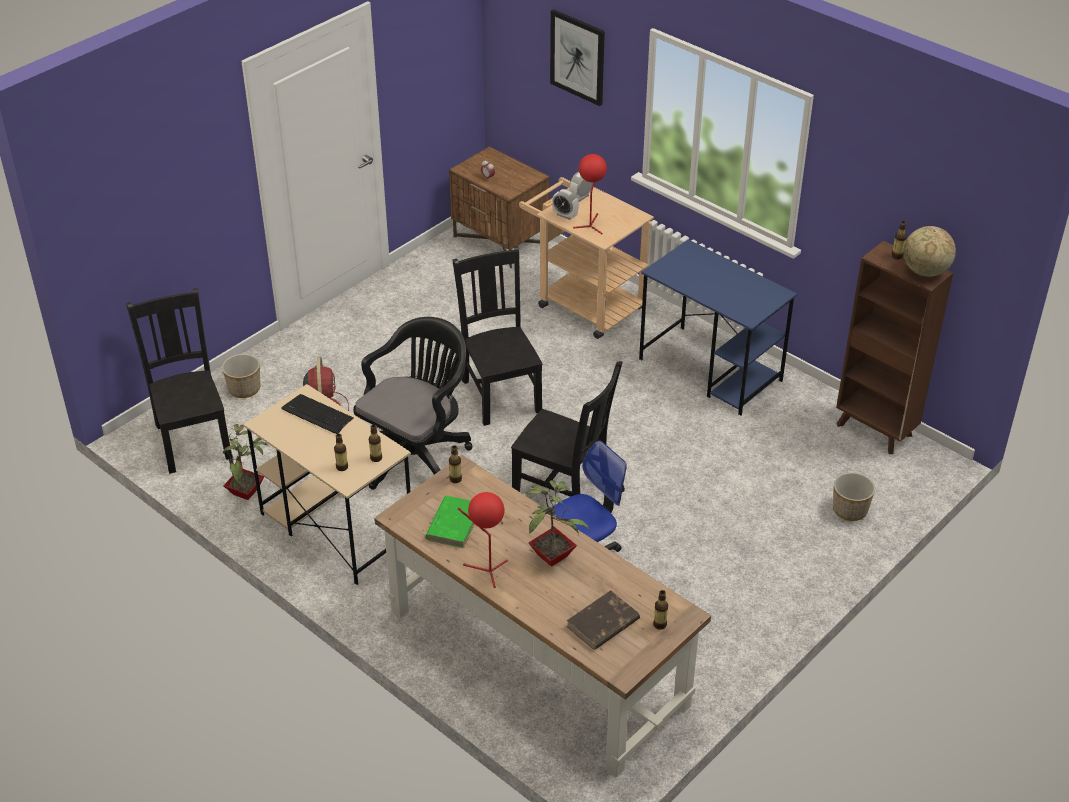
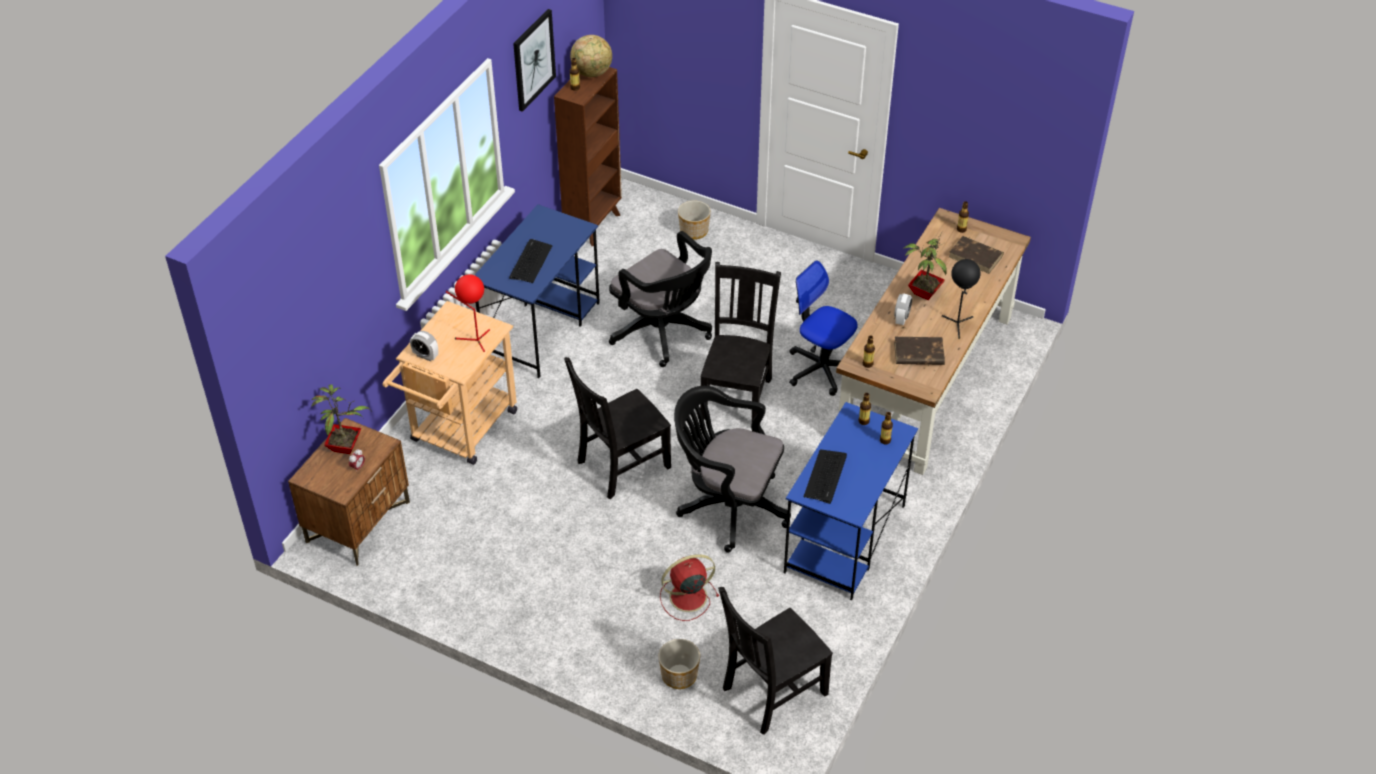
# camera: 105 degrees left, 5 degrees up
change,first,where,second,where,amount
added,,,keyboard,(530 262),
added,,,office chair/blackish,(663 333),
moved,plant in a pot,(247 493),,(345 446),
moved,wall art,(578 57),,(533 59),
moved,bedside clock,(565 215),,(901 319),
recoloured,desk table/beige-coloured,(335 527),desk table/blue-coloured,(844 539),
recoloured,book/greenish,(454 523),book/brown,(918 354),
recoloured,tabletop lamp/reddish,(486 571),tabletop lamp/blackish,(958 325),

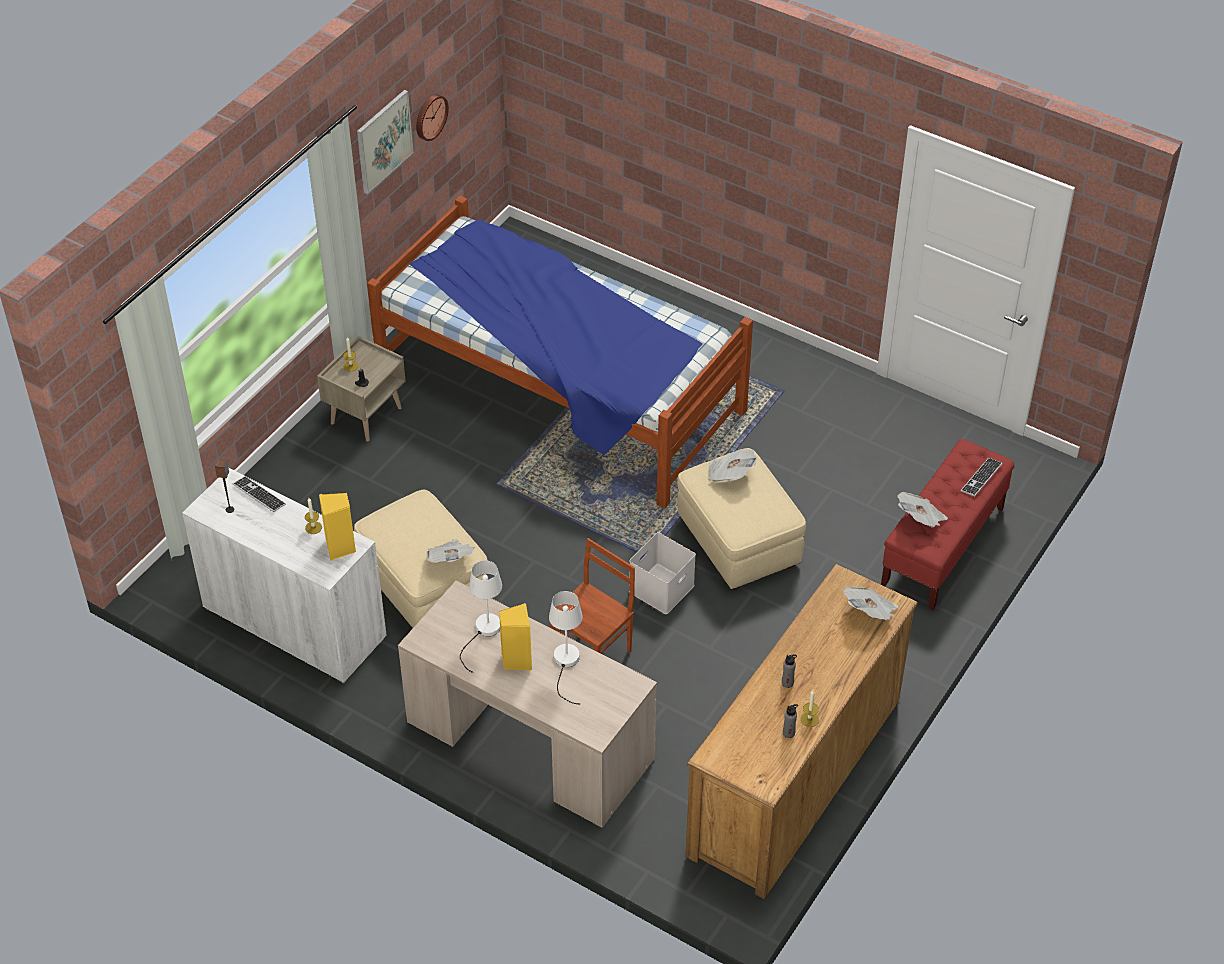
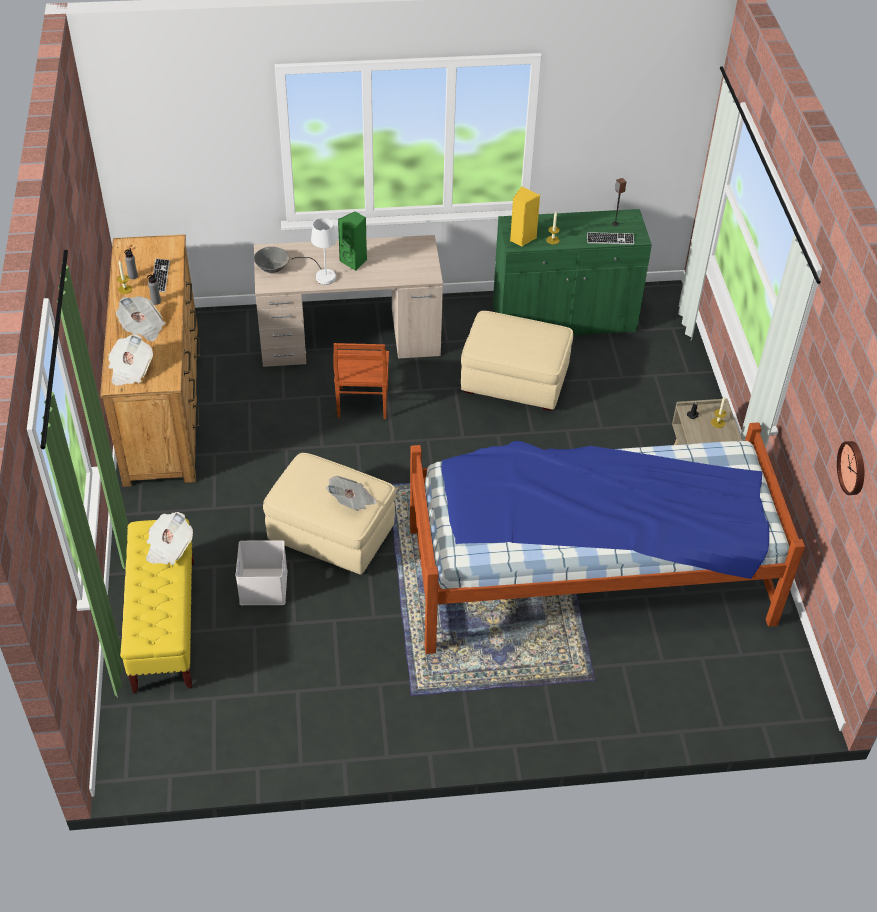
# camera: 140 degrees right, 0 degrees up
change,first,where,second,where,amount
removed,wall art,(384 141),,,
removed,tabletop lamp/white-coloured,(484 632),,,
added,,,bowl/greyish,(271 267),
moved,daily paper,(450 560),,(142 328),
moved,storage bin/white-coloured,(661 587),,(264 587),
moved,keyboard,(981 478),,(160 276),
recoloured,cupboard/white-coloured,(294 622),cupboard/greenish,(564 319),
recoloured,audio speaker/yellow,(516 660),audio speaker/greenish,(354 261),
recoloured,bench/reddish,(942 548),bench/yellow,(164 625),

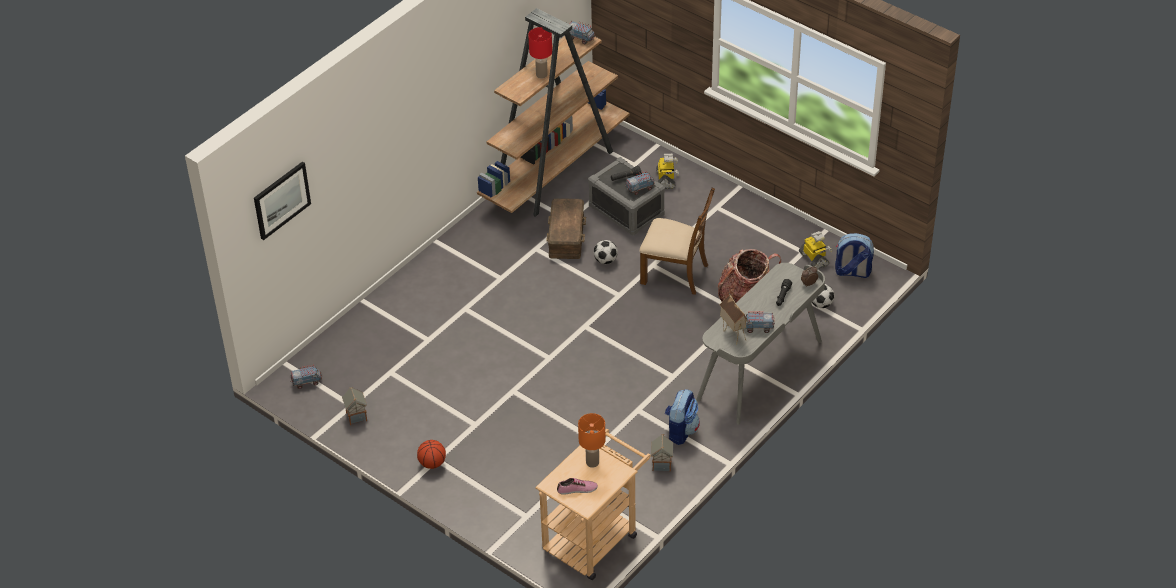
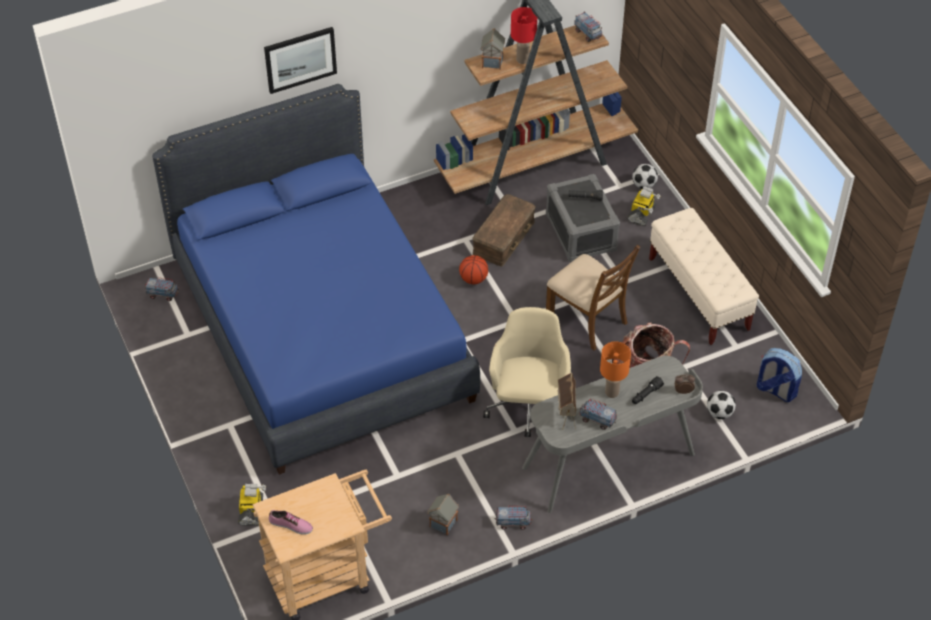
# camera: 25 degrees right, 5 degrees up
change,first,where,second,where,amount
removed,rucksack,(681 430),,,
added,,,bed/blue-coloured,(322 330),
added,,,office chair/beige-coloured,(528 406),
added,,,bench/beige-coloured,(698 294),
moved,wall art,(281 200),,(300 59),
moved,miniature house,(356 416),,(492 62),
moved,ball for basketball,(432 463),,(473 279),
moved,tabletop lamp/orange,(592 462),,(611 392),
moved,football,(605 260),,(644 185),
moved,toy lorry,(640 188),,(513 522),
moved,toy robot,(814 259),,(252 511),

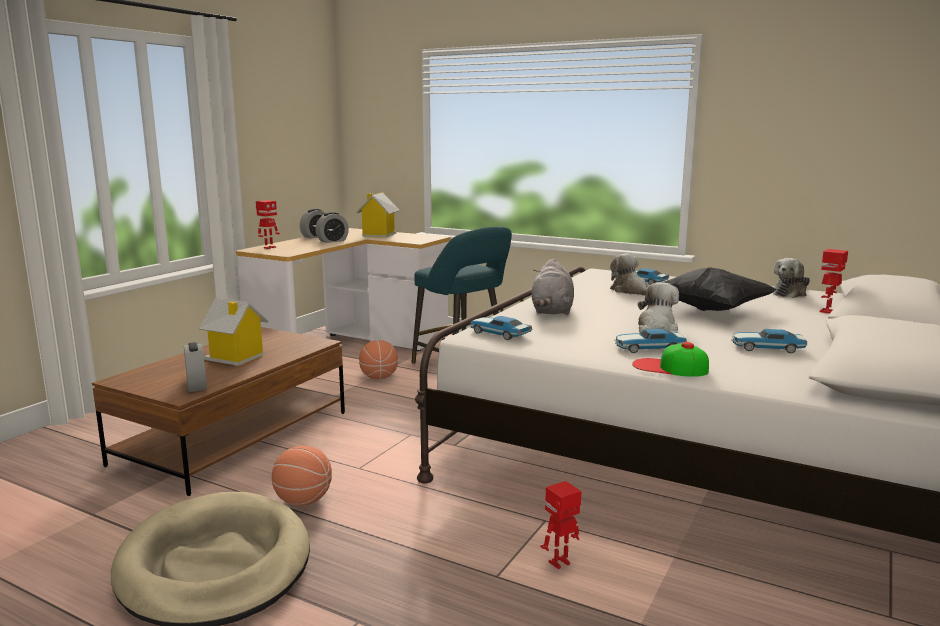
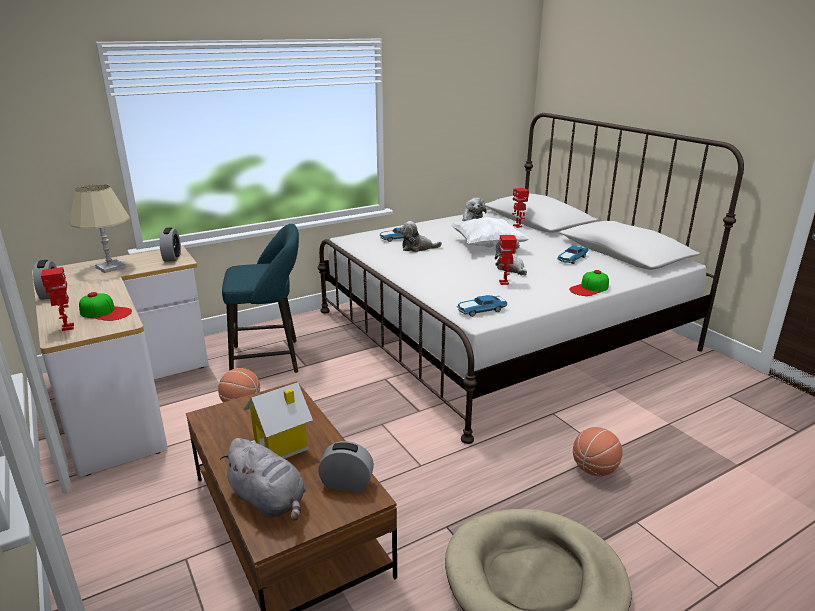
# camera: 60 degrees left, 10 degrees up
change,first,where,second,where,amount
removed,toy car,(648 348),,,
added,,,cap,(105 312),
moved,ball for basketball,(304 501),,(594 469),
moved,bedside clock,(332 241),,(172 258),
moved,plush toy/greyish,(552 311),,(269 500),
moved,toy robot,(560 563),,(504 282),
replaced,miniature house,(378 235),tabletop lamp/beige-coloured,(110 267),
recoloured,pillow/blackish,(710 310),pillow/white-coloured,(487 245),

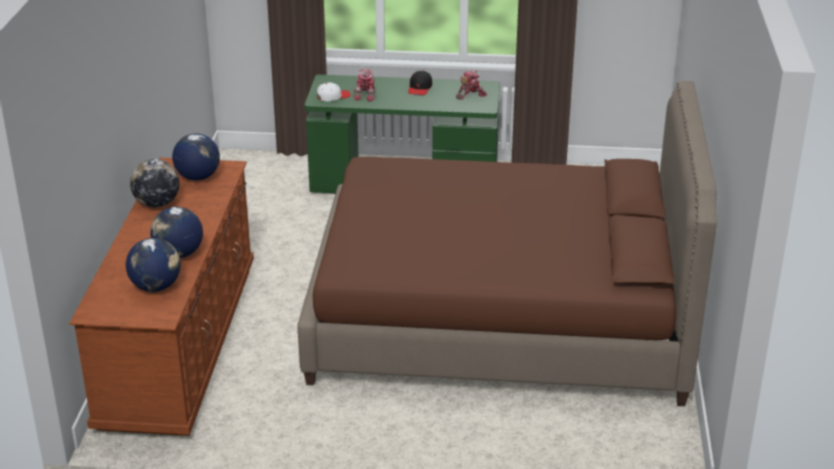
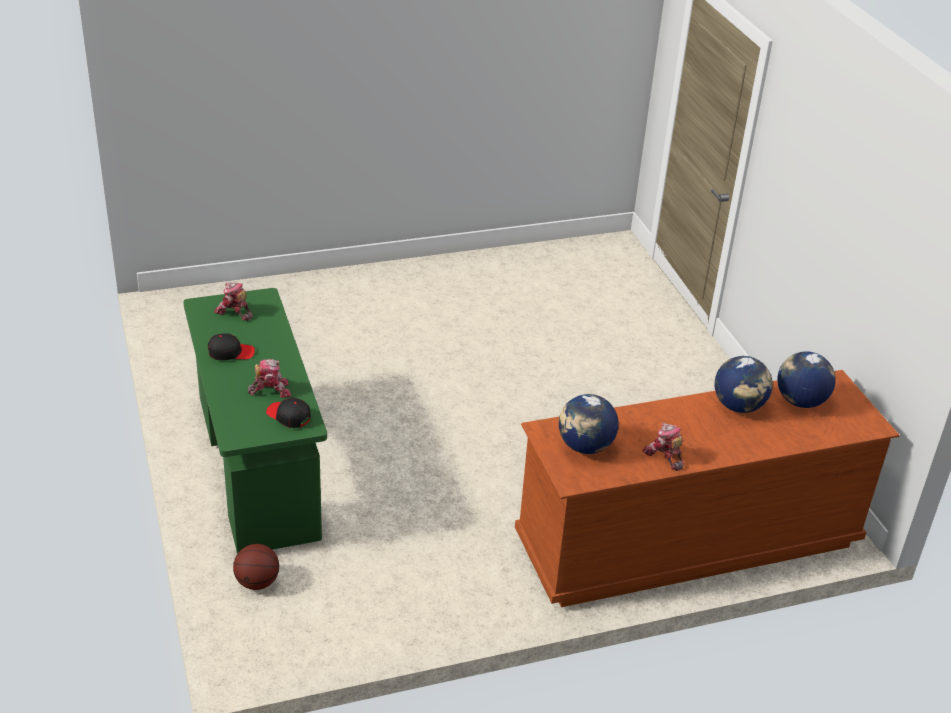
# camera: 115 degrees left, 5 degrees up
change,first,where,second,where,amount
removed,bed/brown,(499 317),,,
added,,,ball for basketball,(257 582),
replaced,desk globe,(157 204),toy robot,(664 457),
recoloured,cap/white-coloured,(333 96),cap/blackish,(288 416),

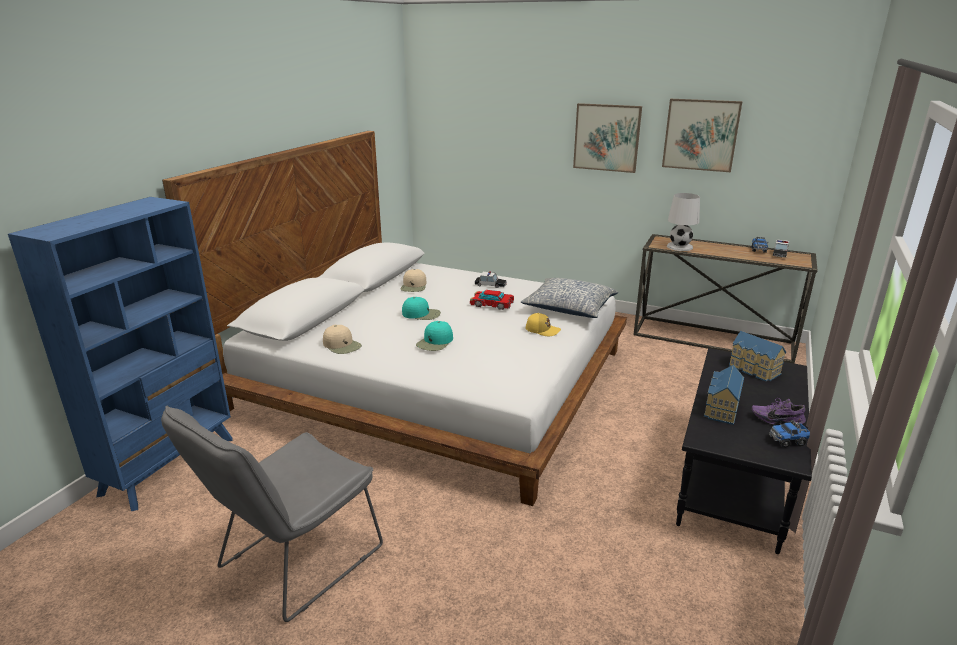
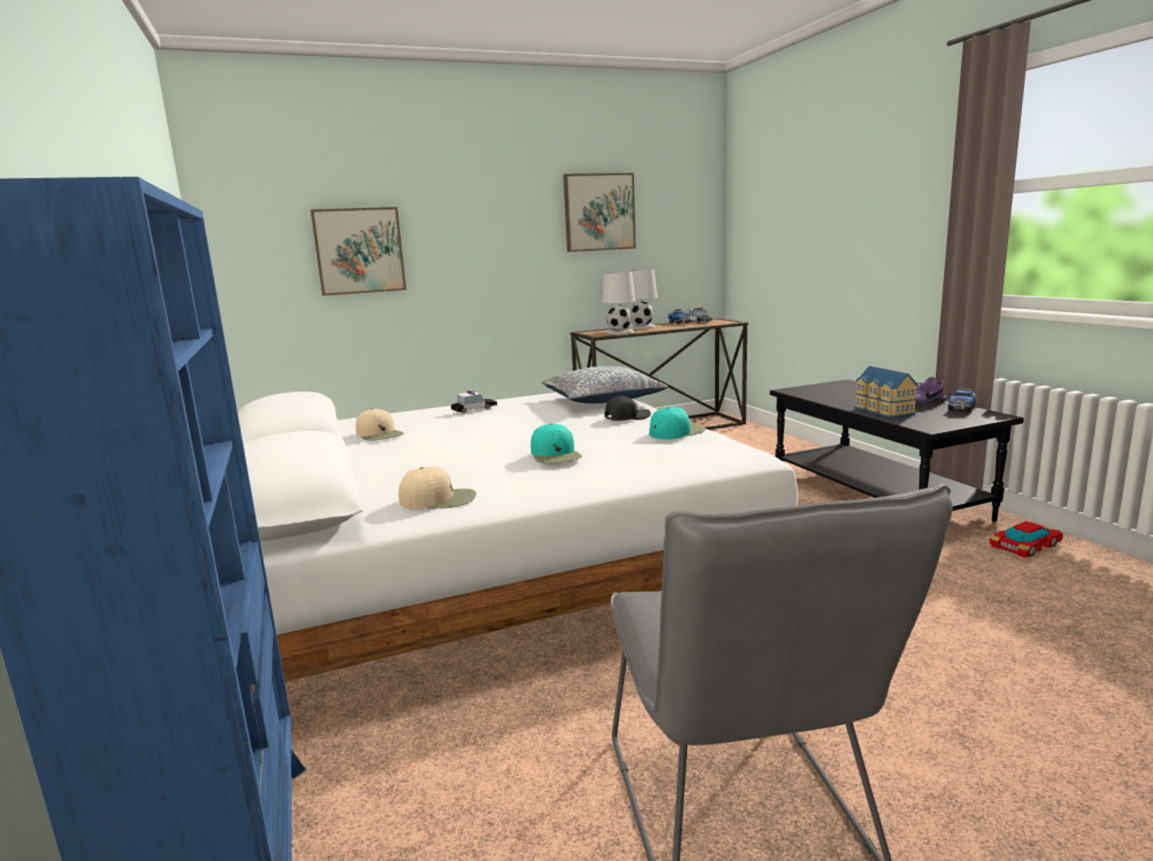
# camera: 45 degrees left, 10 degrees down
change,first,where,second,where,amount
removed,miniature house,(753 370),,,
added,,,tabletop lamp/white-coloured,(642 327),
moved,cap/blue-green,(421 314),,(676 432),
moved,toy car,(491 304),,(1026 546),
moved,wall art,(607 137),,(359 251),
recoloured,cap/yellow,(542 330),cap/blackish,(626 417),

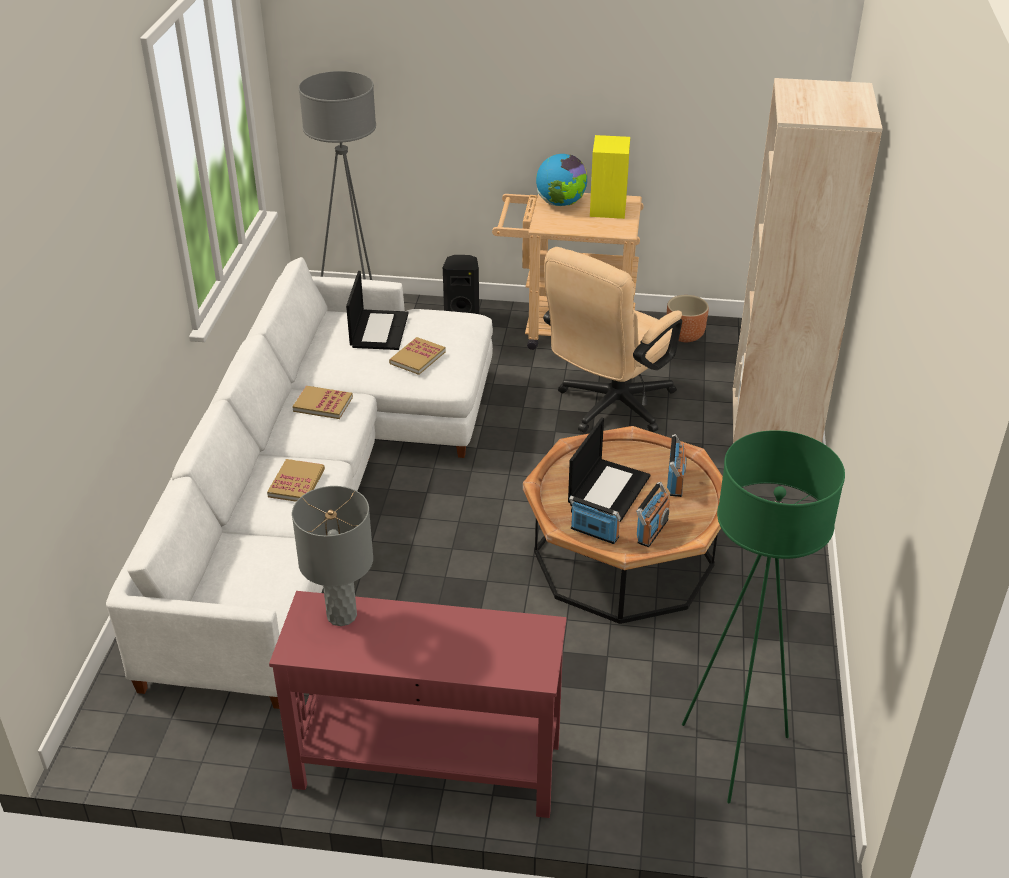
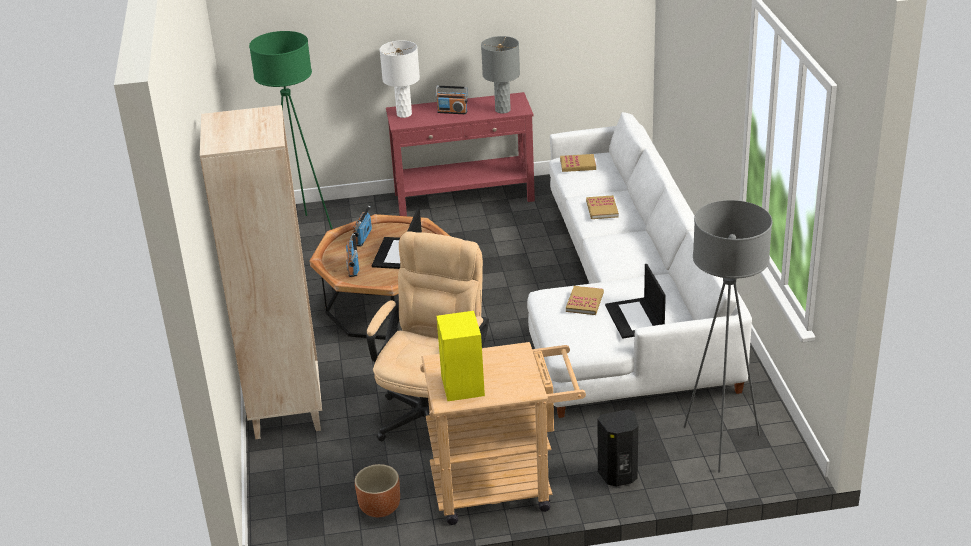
# camera: 165 degrees right, 5 degrees down
change,first,where,second,where,amount
removed,desk globe,(561 203),,,
added,,,tabletop lamp/white-coloured,(404 114),
moved,book,(323 404),,(578 164),
moved,radio receiver,(594 533),,(452 111),

